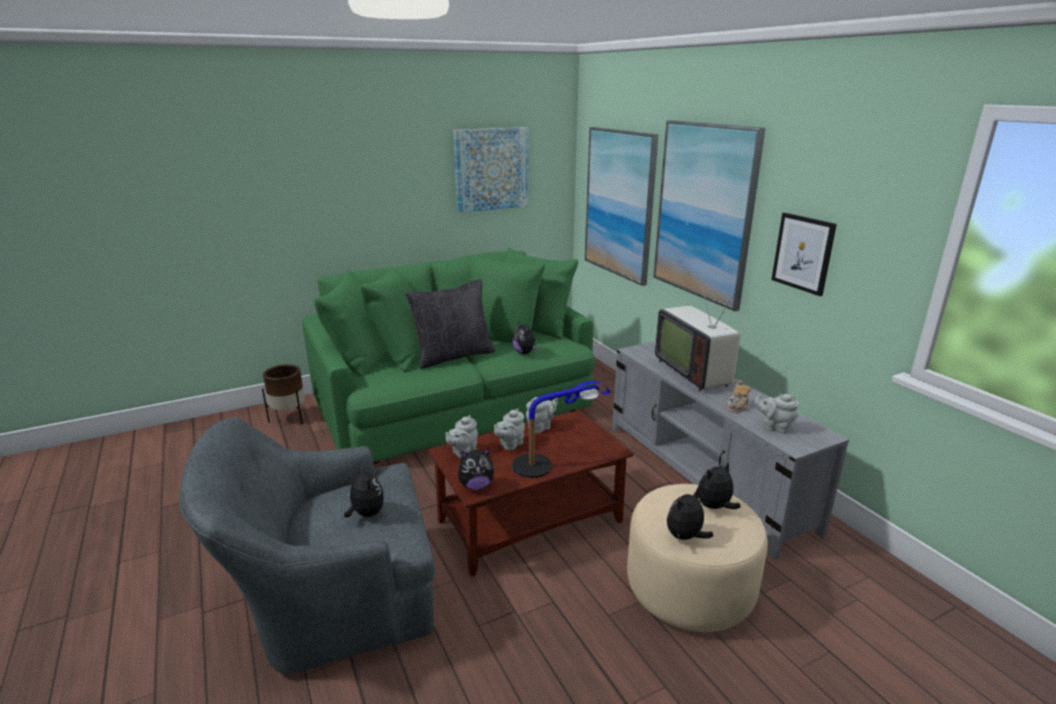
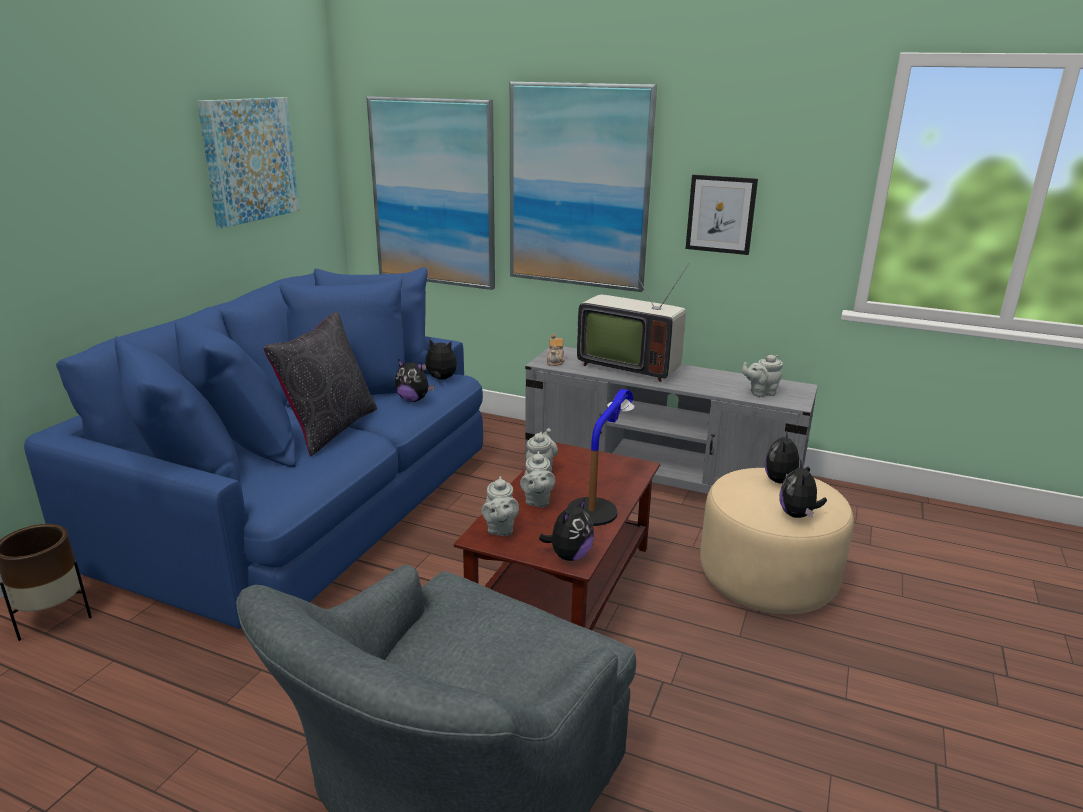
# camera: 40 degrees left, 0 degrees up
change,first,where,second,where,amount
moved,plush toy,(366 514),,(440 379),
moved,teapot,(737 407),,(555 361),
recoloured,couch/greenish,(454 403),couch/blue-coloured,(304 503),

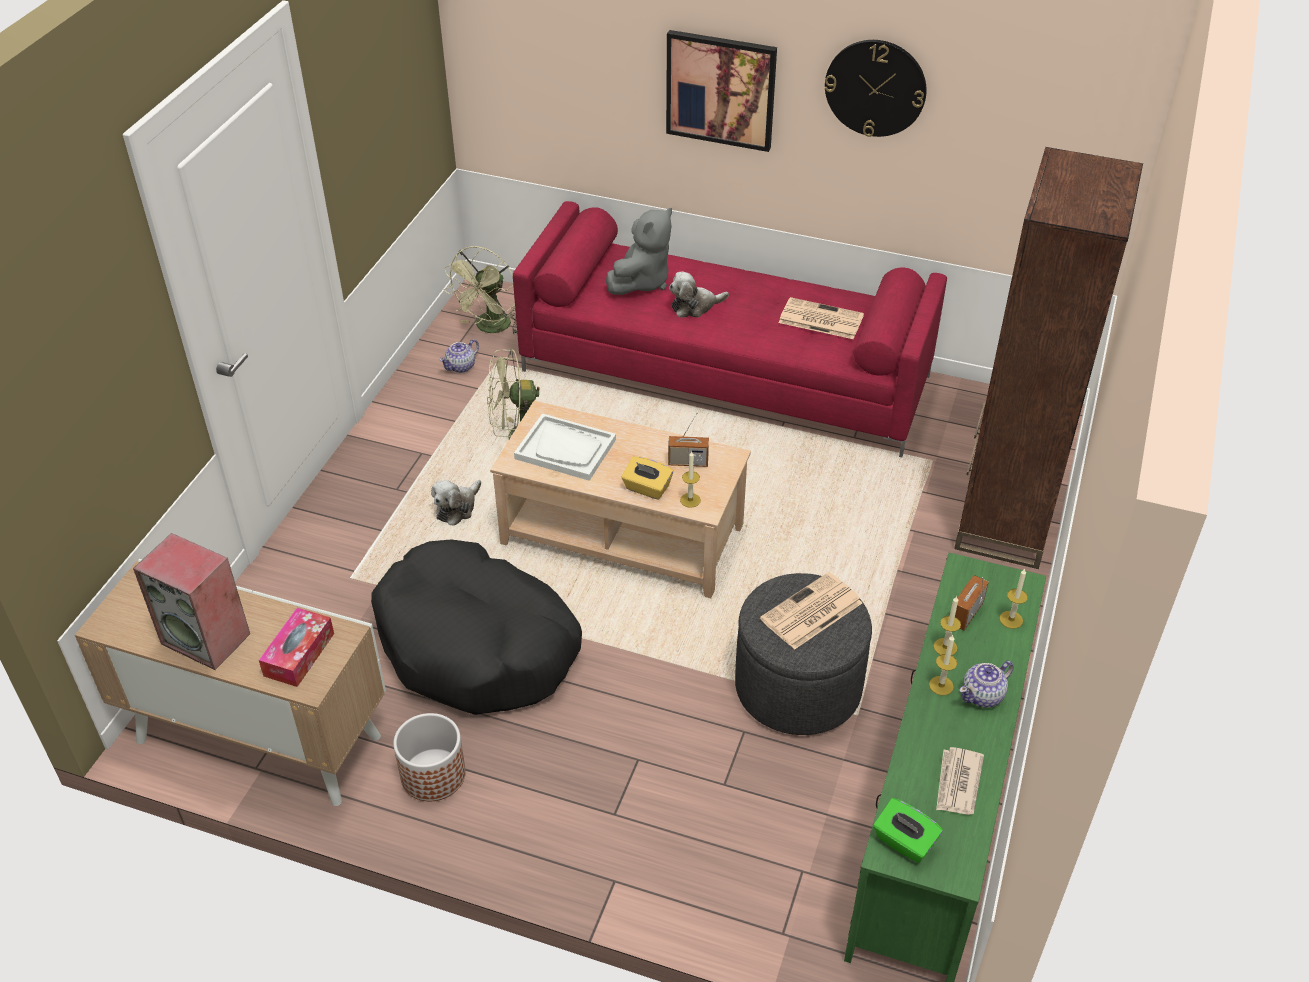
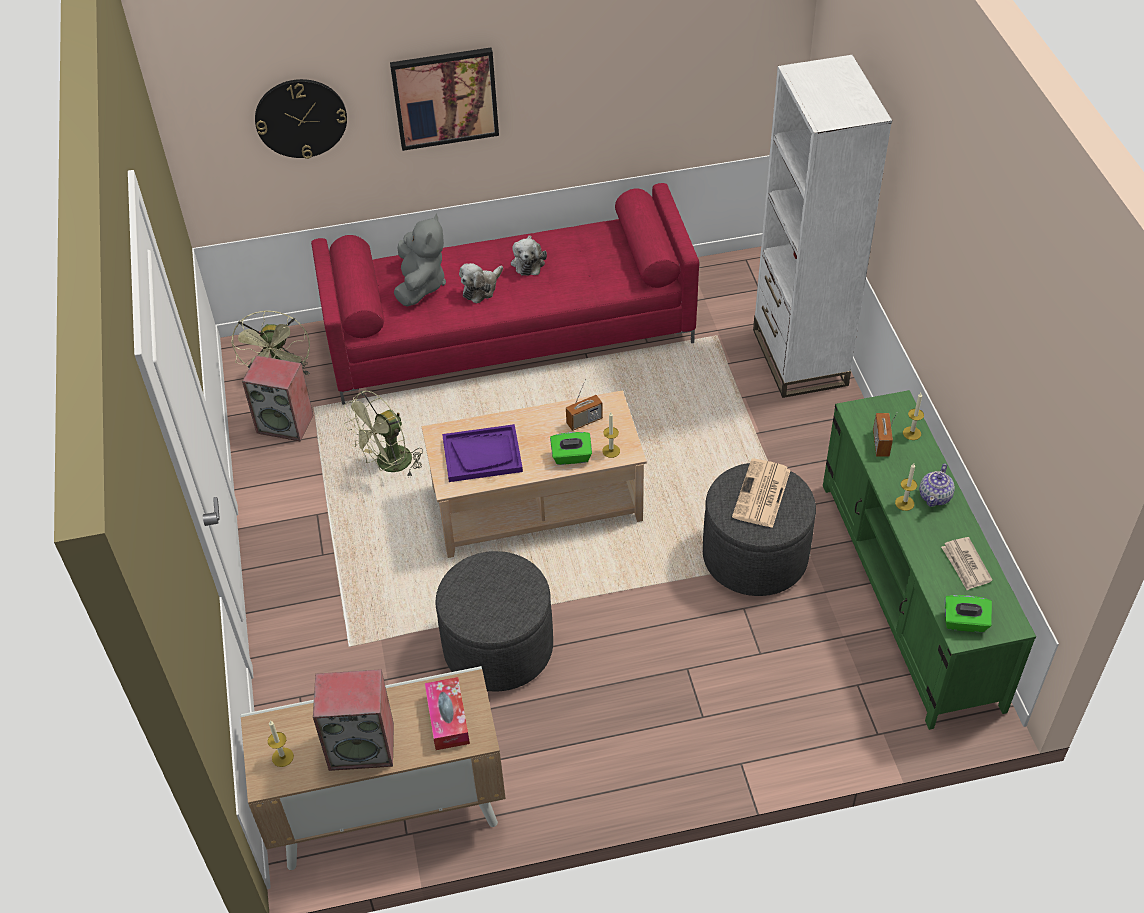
# camera: 30 degrees left, 5 degrees up
change,first,where,second,where,amount
removed,planter,(432 775),,,
removed,daily paper,(819 319),,,
moved,plush toy,(457 508),,(528 262),
moved,clock on the wall,(875 88),,(301 118),
moved,candle,(945 647),,(282 757),
replaced,dog cushion/blackish,(477 645),ottoman/greyish,(498 647),
replaced,teapot,(461 366),audio speaker,(286 424),
recoloured,serving tray/white-coloured,(566 449),serving tray/purple,(482 455),
recoloured,tissue holder/yellow,(647 488),tissue holder/greenish,(571 457),
recoloured,bookcase/brown,(1005 518),bookcase/white-coloured,(799 357),

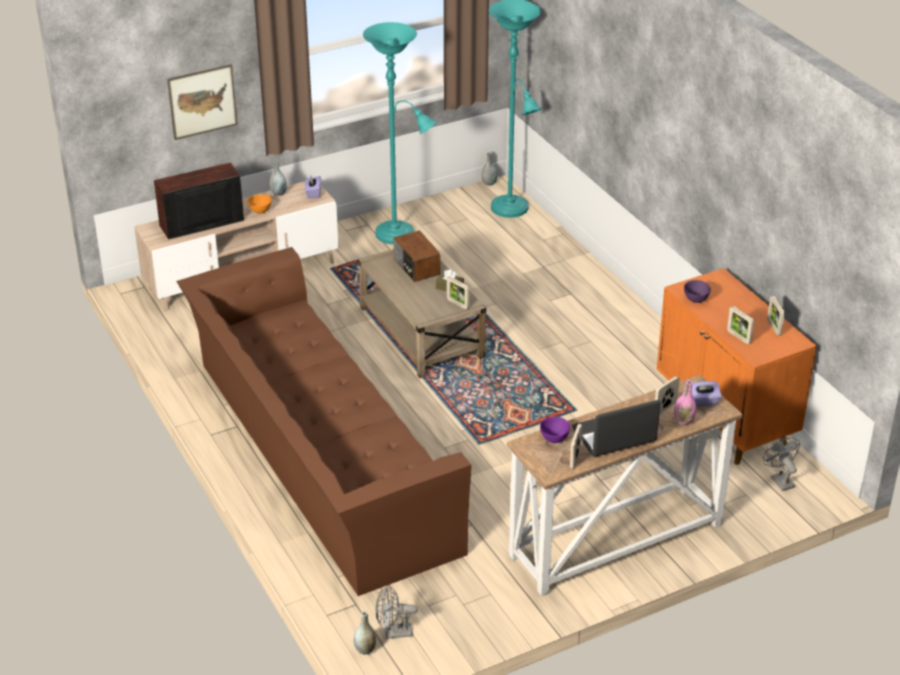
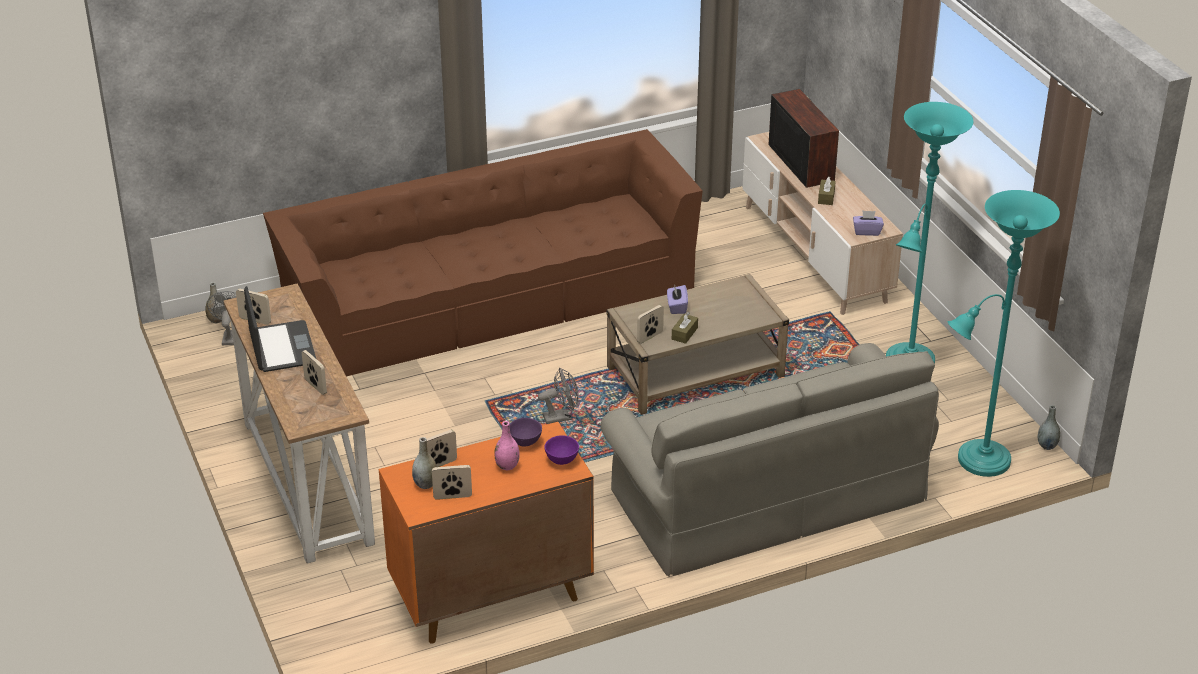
# camera: 95 degrees right, 0 degrees up
change,first,where,second,where,amount
removed,wall art,(202 101),,,
removed,radio receiver,(416 267),,,
added,,,couch/greyish,(767 495),
moved,vase/greyish,(278 193),,(425 484),
moved,bowl/purple,(554 438),,(562 460),
moved,vase/pink-coloured,(683 420),,(507 466),
moved,tissue holder/purple,(703 401),,(677 307),
moved,fan/greyish,(779 480),,(561 417),
replaced,bowl/orange,(260 211),tissue holder/brown,(826 197),

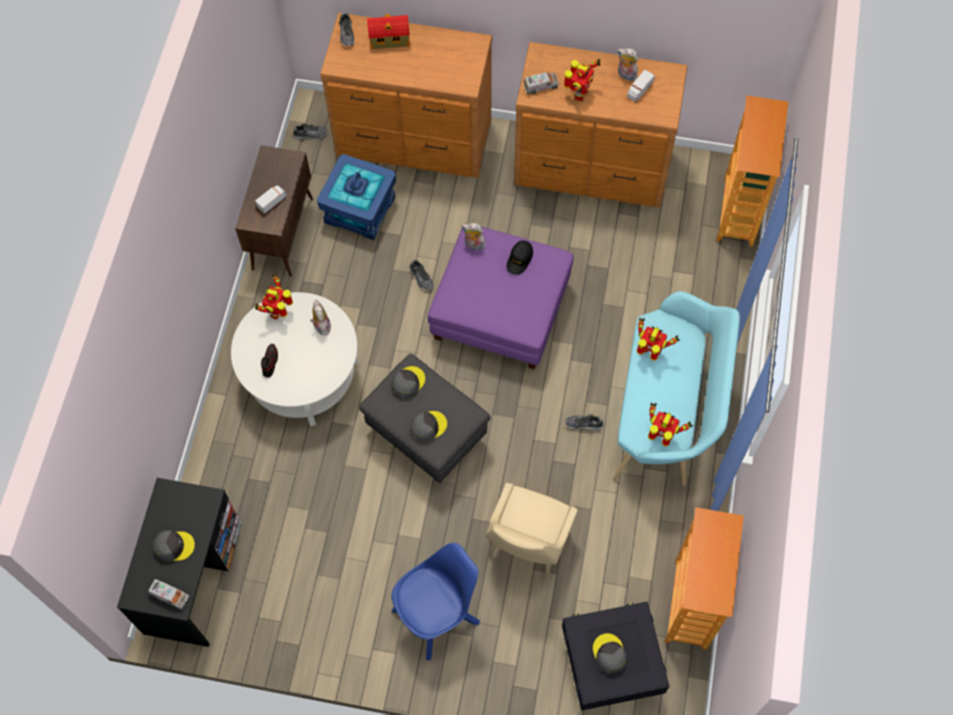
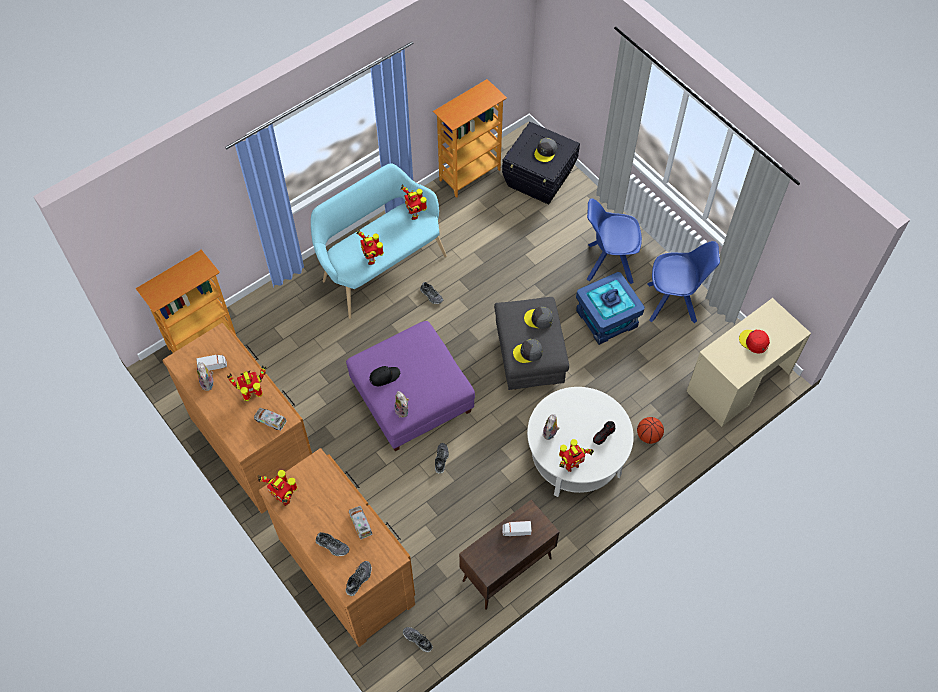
# camera: 140 degrees left, 5 degrees down
change,first,where,second,where,amount
removed,plain chair/beige-coloured,(527 545),,,
added,,,toy robot,(283 497),
added,,,ball for basketball,(648 436),
added,,,plain chair/blue-coloured,(673 303),
moved,toy lorry,(169 595),,(360 524),
moved,storage bin/blue-coloured,(359 209),,(606 319),
replaced,miniature house,(391 40),low shoe,(332 546),
recoloured,desk table/blackish,(193 578),desk table/beige-coloured,(738 382),
recoloured,cap/greyish,(173 546),cap/reddish,(754 342),

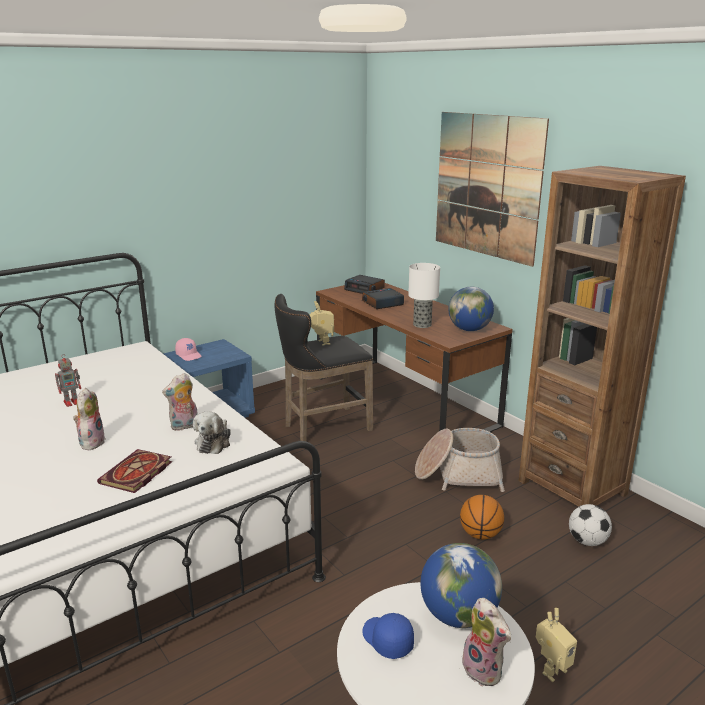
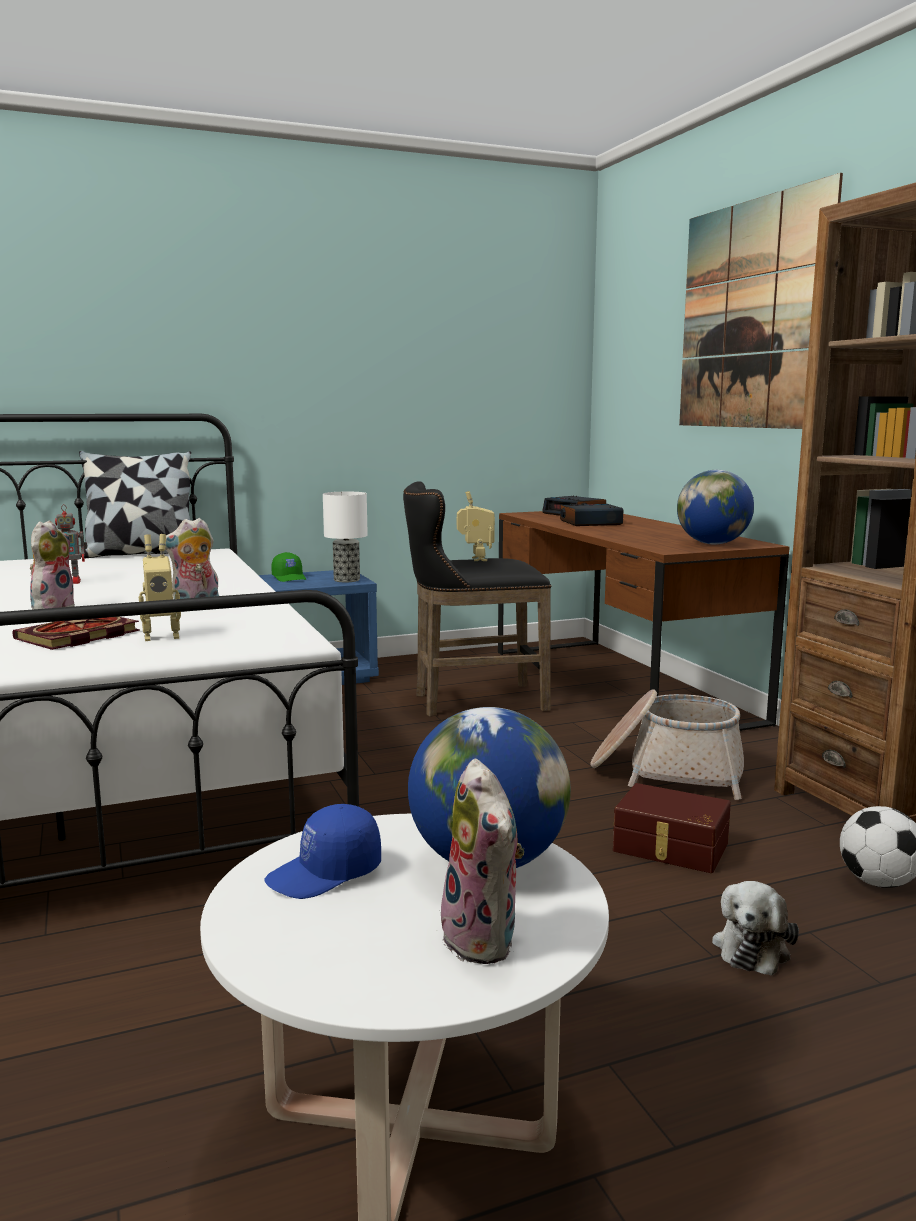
# camera: 15 degrees right, 10 degrees down
change,first,where,second,where,amount
added,,,pillow,(141 554),
moved,plush toy,(214 442),,(752 947),
moved,tabletop lamp,(422 325),,(347 580),
moved,toy robot,(551 669),,(161 636),
replaced,ball for basketball,(480 534),storage bin/brown,(670 848),
recoloured,cap/pink-coloured,(189 355),cap/greenish,(290 578),
turned,cap/blue-coloured,(386 640),,(325 874),105 degrees counterclockwise

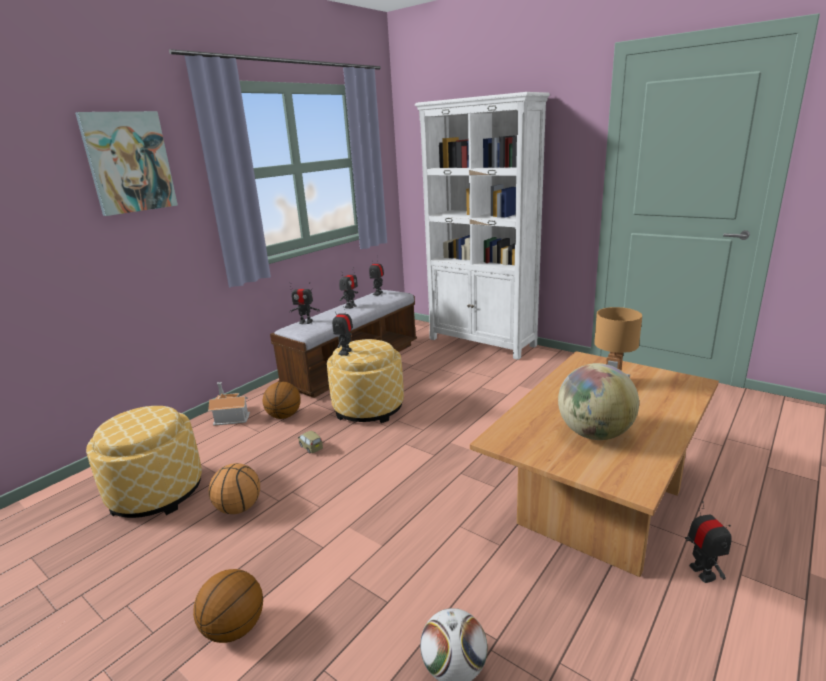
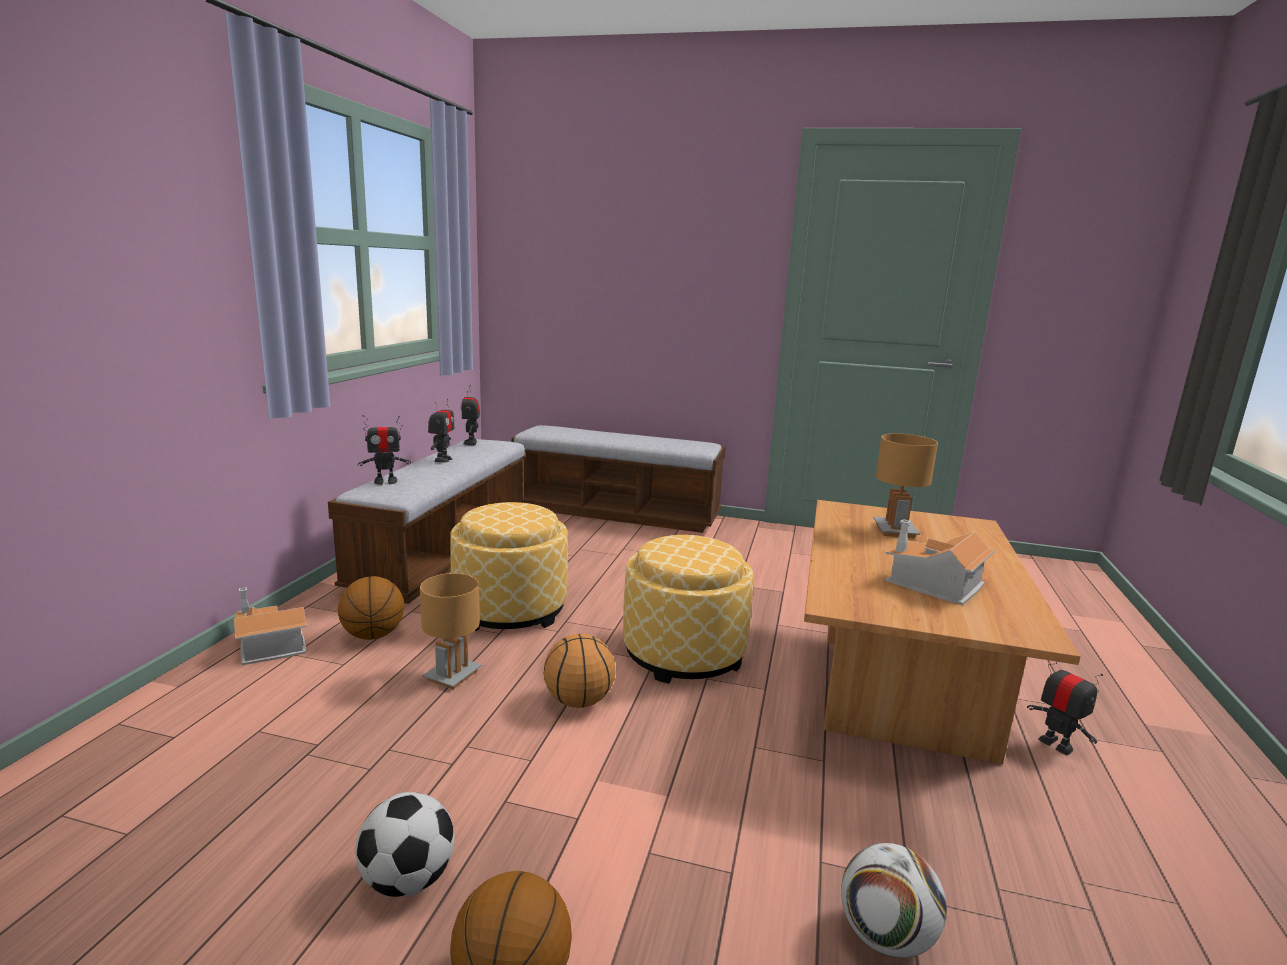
# camera: 25 degrees left, 5 degrees down
change,first,where,second,where,amount
removed,wall art,(129 162),,,
removed,toy robot,(345 352),,,
added,,,football,(408 881),
moved,ottoman,(157 492),,(683 653),
moved,ball for basketball,(239 507),,(578 701),
replaced,toy car,(310 447),tabletop lamp/brown,(453 675),
replaced,bookcase/white-coloured,(482 342),bench,(616 512),
replaced,desk globe,(594 434),miniature house,(935 585),

